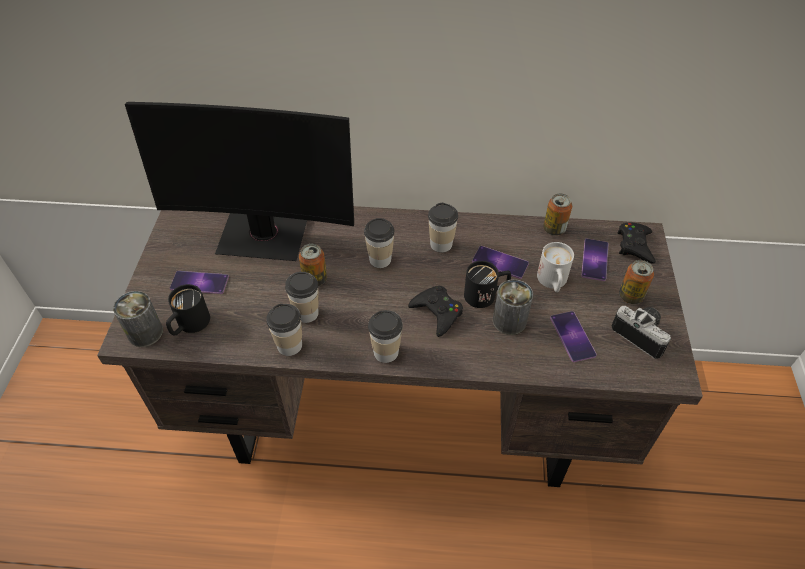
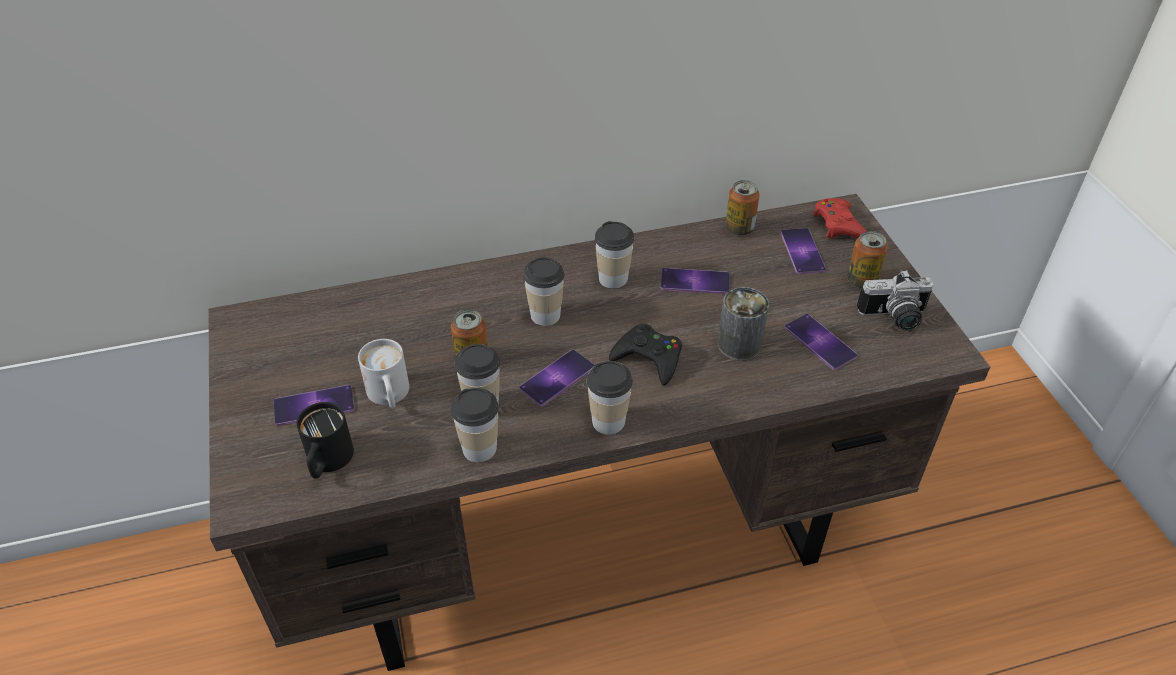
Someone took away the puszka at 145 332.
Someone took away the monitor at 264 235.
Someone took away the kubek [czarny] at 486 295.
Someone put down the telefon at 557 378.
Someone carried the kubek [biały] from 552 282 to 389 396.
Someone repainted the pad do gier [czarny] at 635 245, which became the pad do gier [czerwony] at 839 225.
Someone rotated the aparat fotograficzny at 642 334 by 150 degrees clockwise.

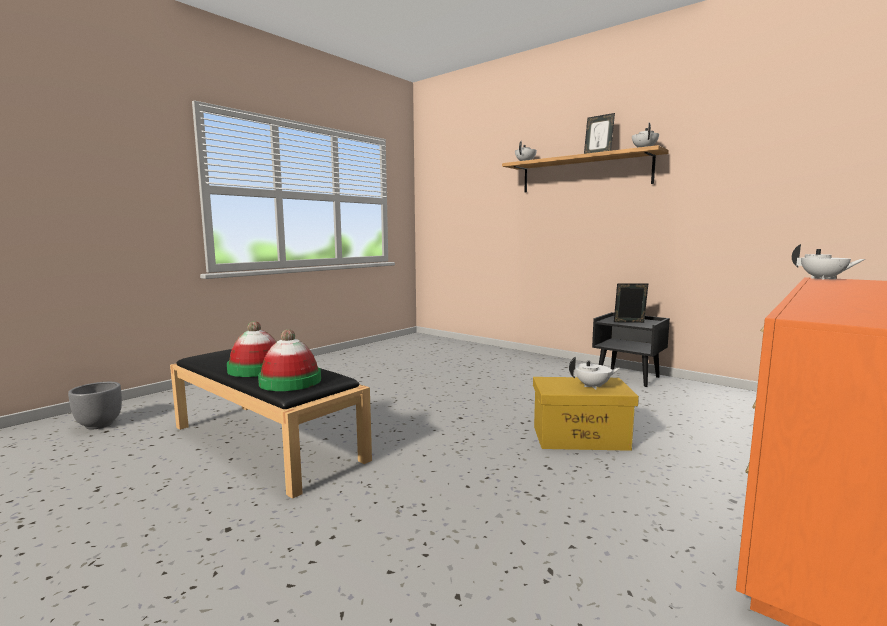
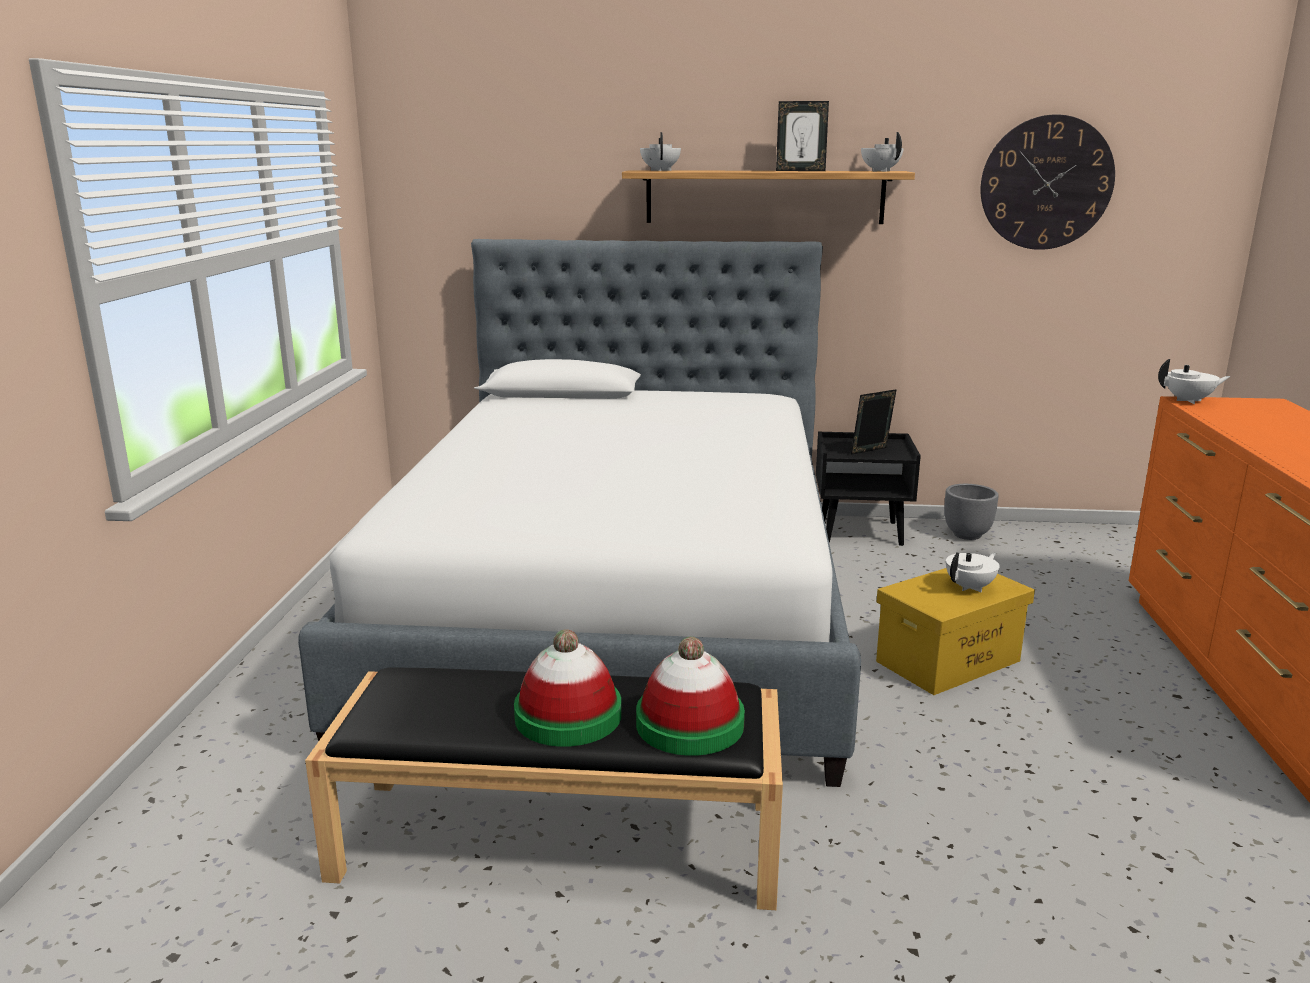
Someone put down the łóżko at 620 610.
Someone put up the zegar ścienny at 1046 183.
Someone carried the donica [szary] from 100 425 to 967 535.

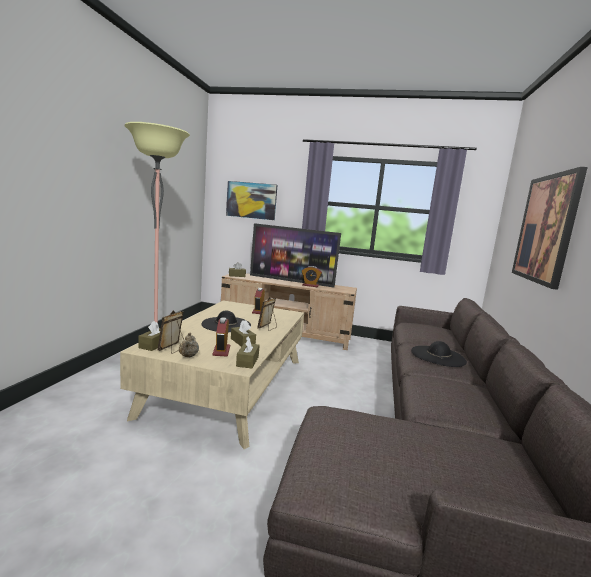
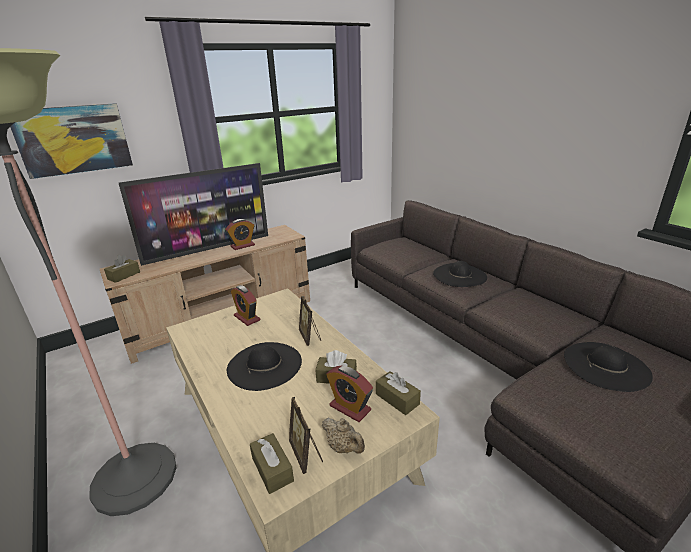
Someone took away the obraz at 546 229.
Someone put down the kapelusz [czarny] at 606 365.

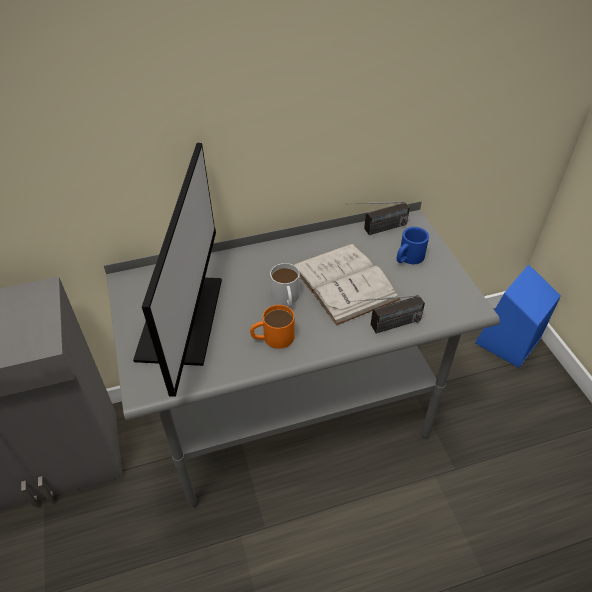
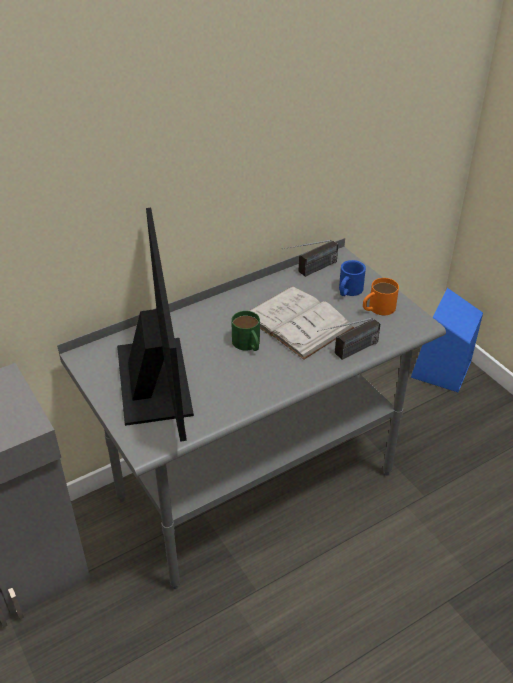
Someone carried the kubek [pomarańczowy] from 272 337 to 377 308.
Someone repainted the kubek [biały] at 286 298, which became the kubek [zielony] at 248 344.

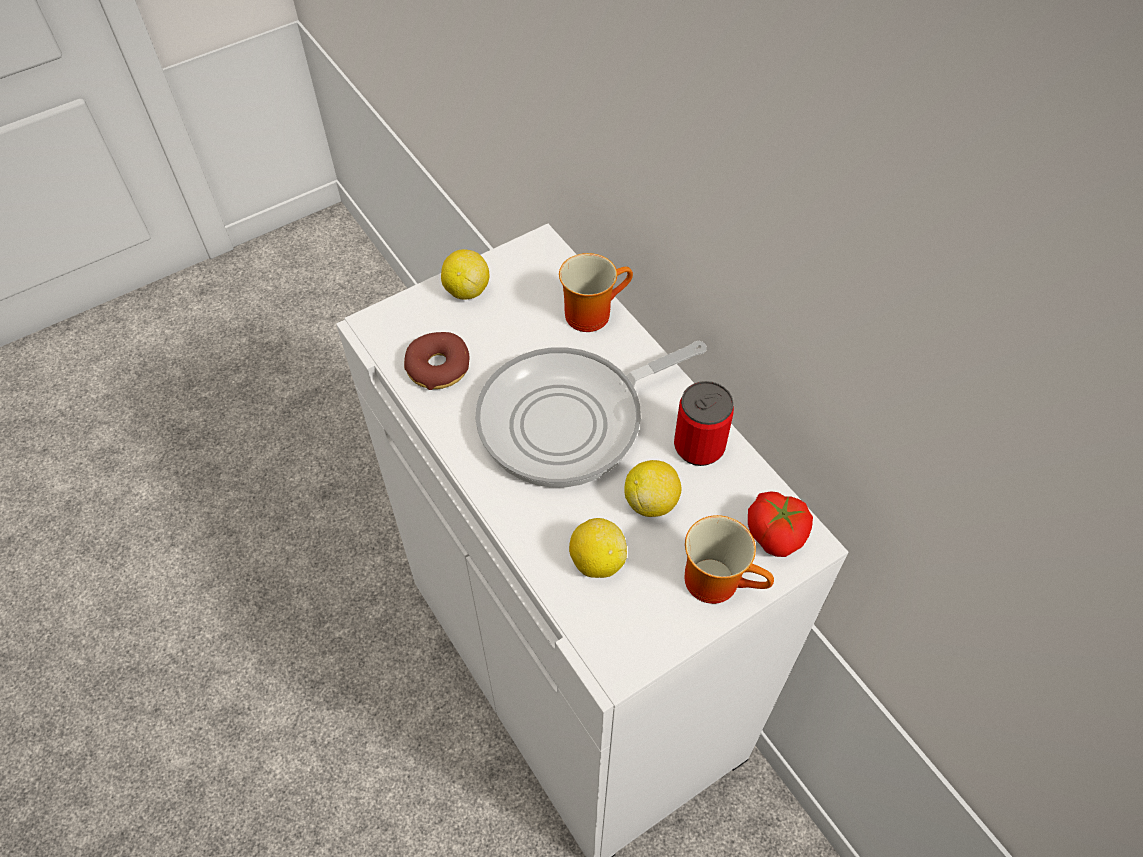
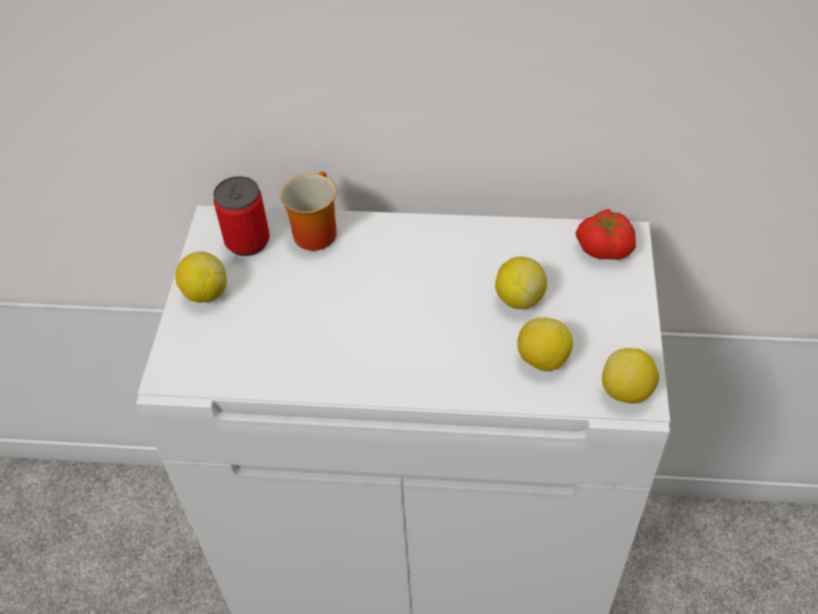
Someone took away the donut at 438 368.
Someone took away the patelnia at 570 420.
Someone took away the kubek at 719 579.
Someone put down the cytryna at 626 391.
Someone carried the puszka from 699 446 to 247 241.

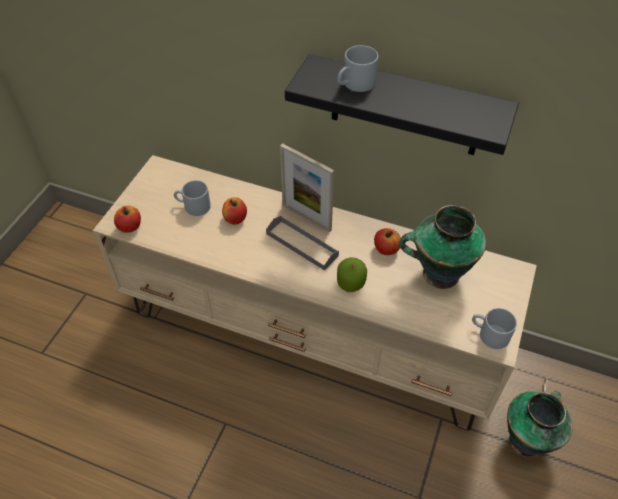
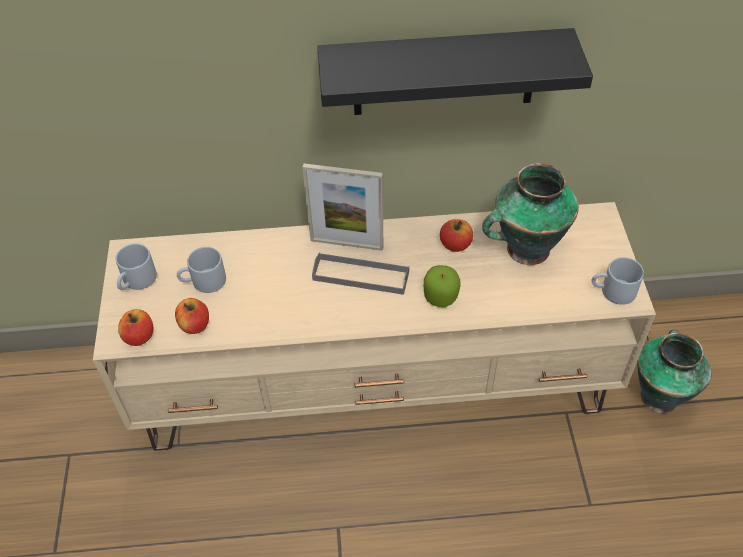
Someone carried the jabłko from 235 218 to 195 325.
Someone carried the kubek [szary] from 355 84 to 137 281.

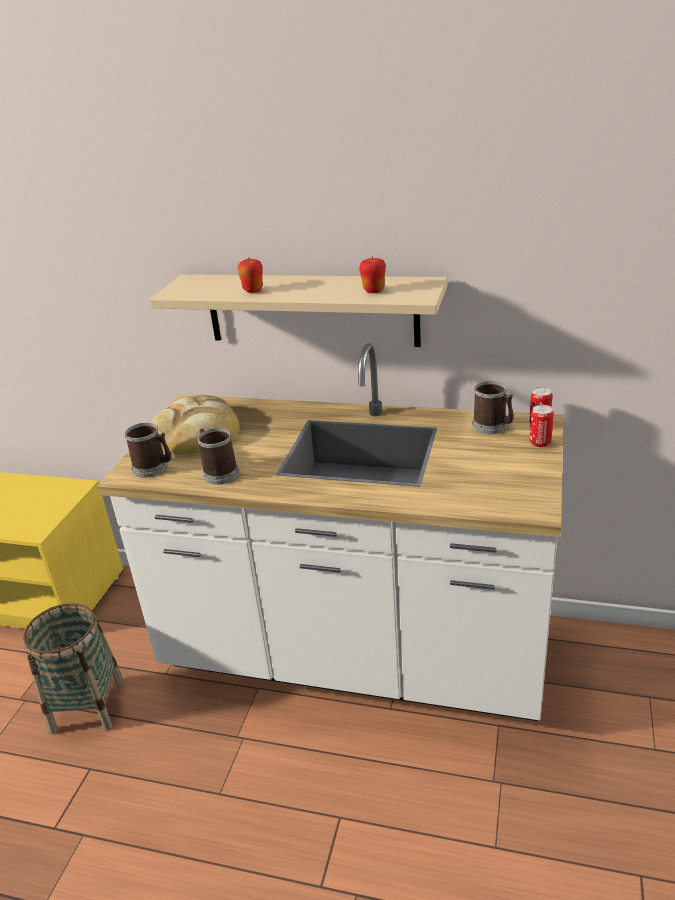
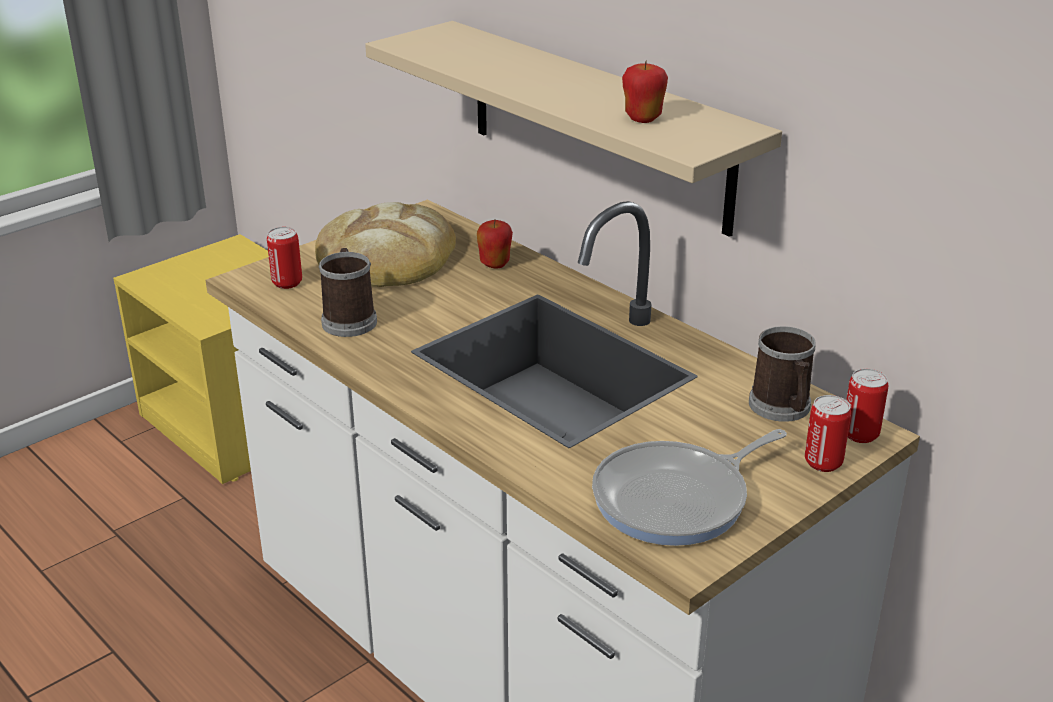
Someone took away the koszyk at 87 707.
Someone put down the patelnia at 677 499.
Someone carried the jabłko from 253 291 to 495 264.
Someone swapped the kubek at 153 468 for the puszka at 287 283.

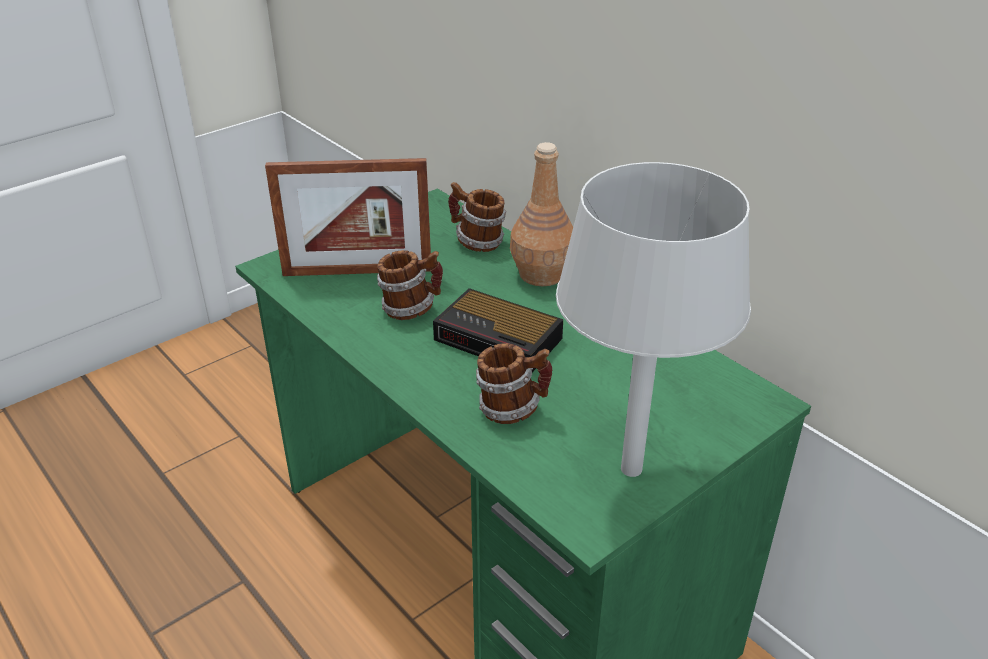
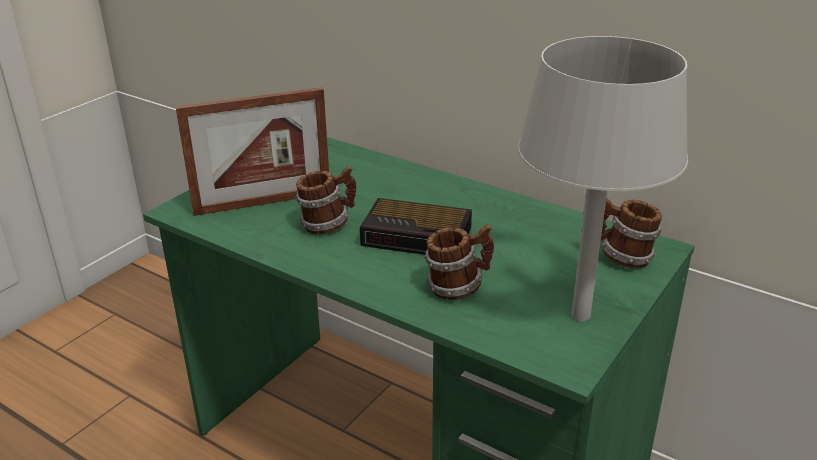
Someone took away the butelka [brązowy] at 541 274.
Someone carried the kubek from 477 242 to 623 258.

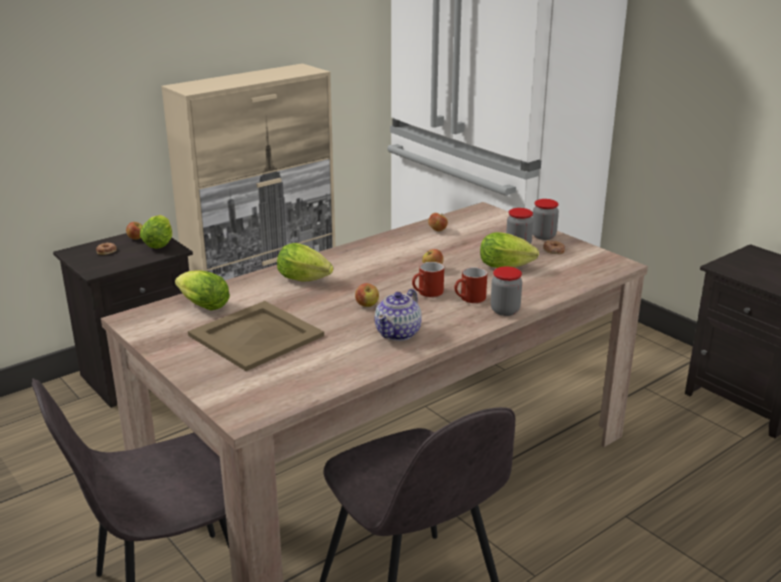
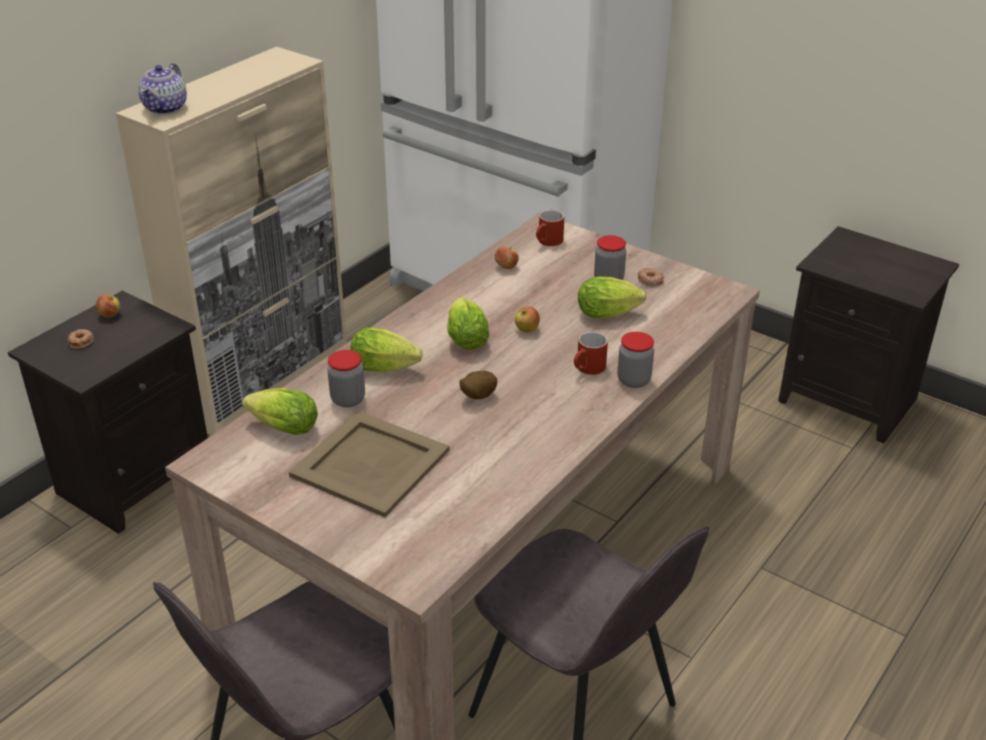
Someone carried the sałata from 160 243 to 465 337.
Someone carried the imbryk from 398 333 to 166 108.
Someone carried the kubek [czerwony] from 427 293 to 548 242.
Someone carried the słoik from 543 236 to 348 399.
Someone swapped the jabłko at 367 305 for the ziemniak at 477 396.

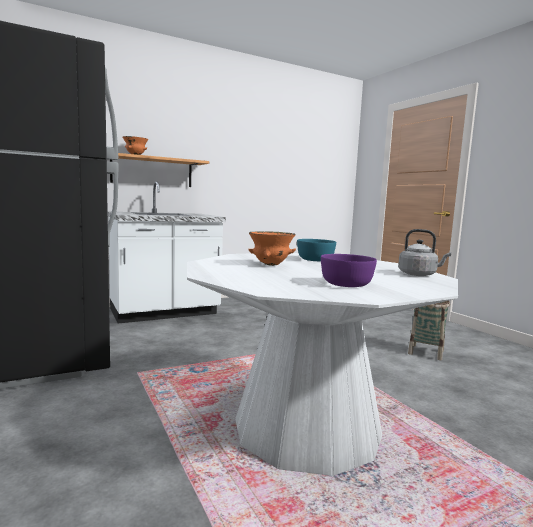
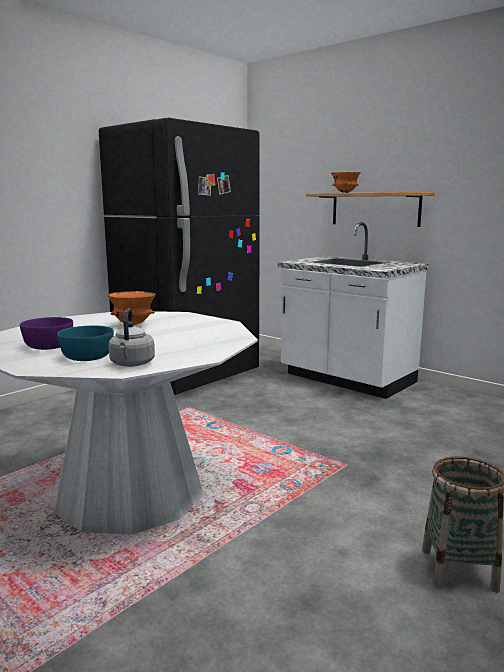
Someone carried the miska [turkusowy] from 315 260 to 87 357.

